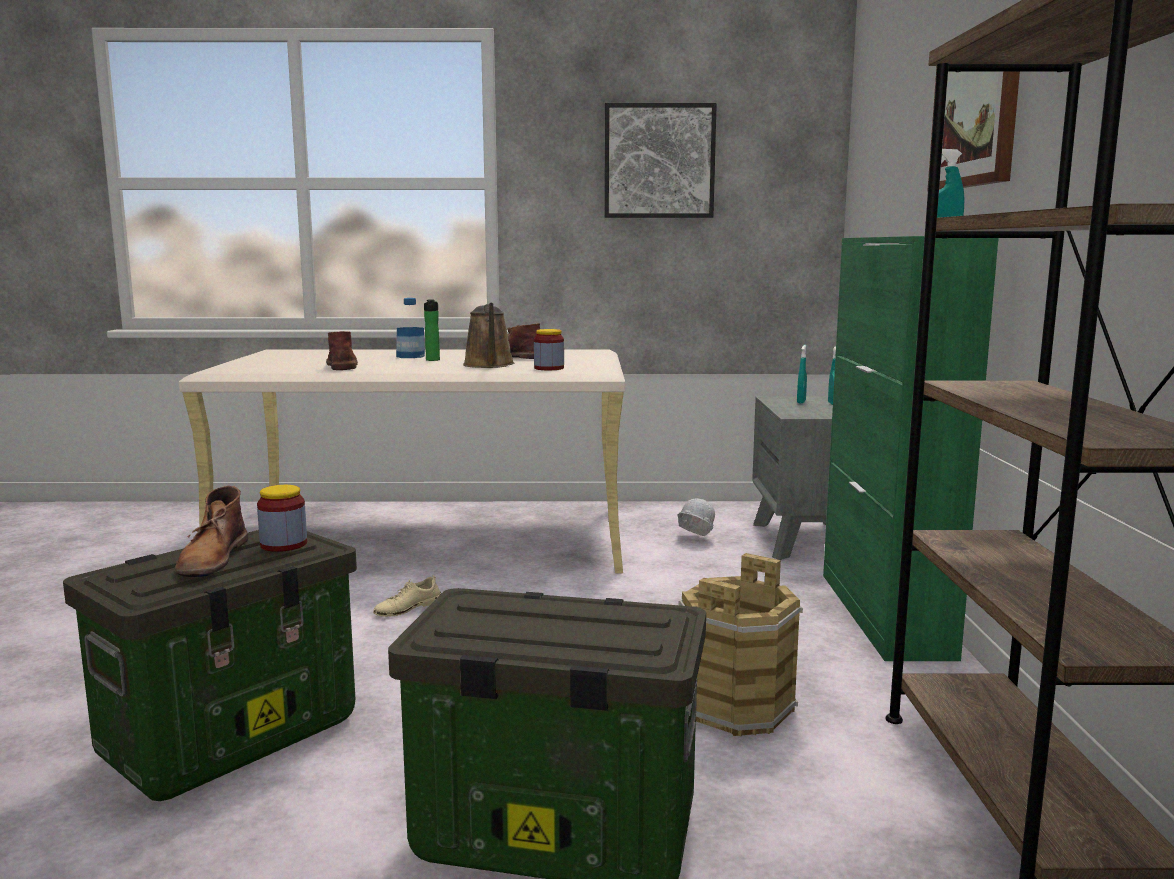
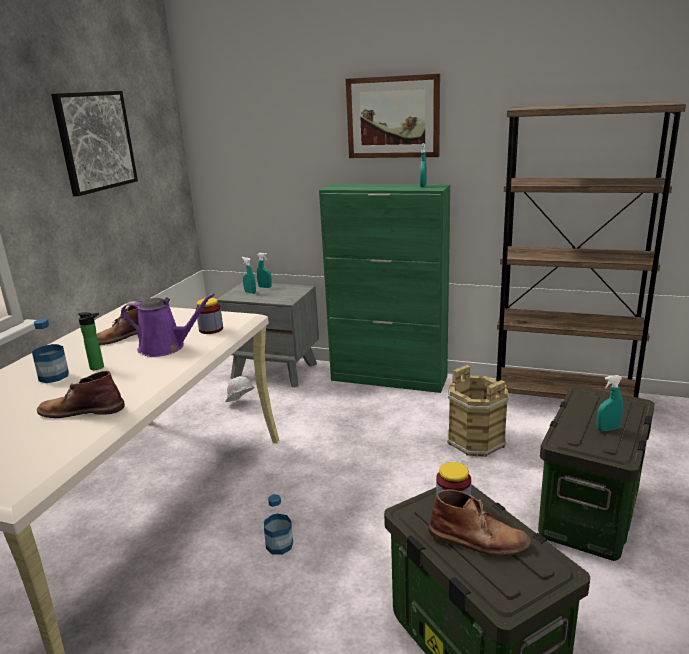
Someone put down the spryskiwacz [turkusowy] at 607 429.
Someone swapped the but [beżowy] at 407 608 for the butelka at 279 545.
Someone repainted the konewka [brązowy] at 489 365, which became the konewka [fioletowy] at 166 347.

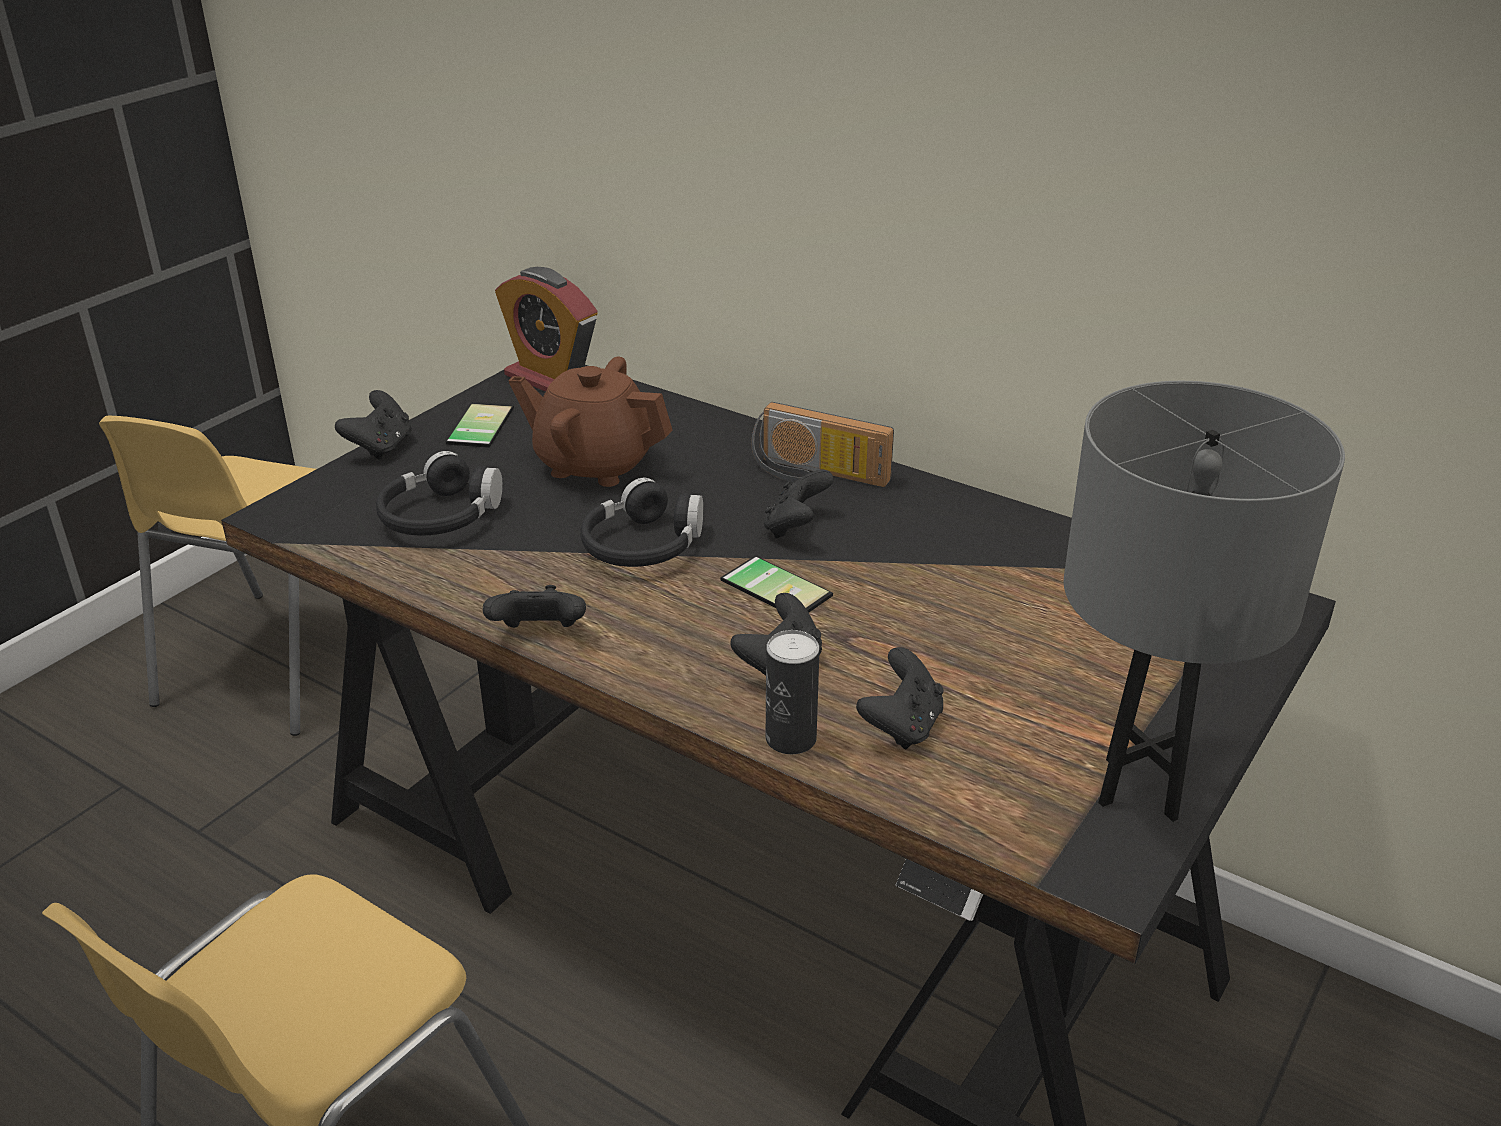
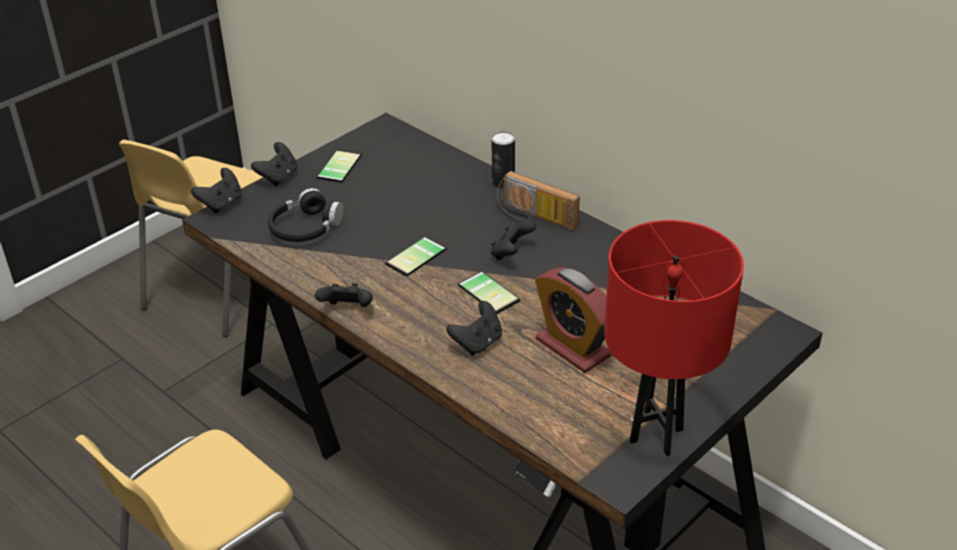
Someone took away the imbryk [brązowy] at 594 464.
Someone carried the budzik from 552 379 to 573 347.
Someone carried the puszka from 791 739 to 503 182.
Someone carried the pad do gier [czarny] from 902 726 to 221 204.
Someone swapped the słuchawki [czarny] at 643 545 for the telefon at 418 258.
Someone repainted the lampa stołowa [szary] at 1141 788, which became the lampa stołowa [czerwony] at 656 435.

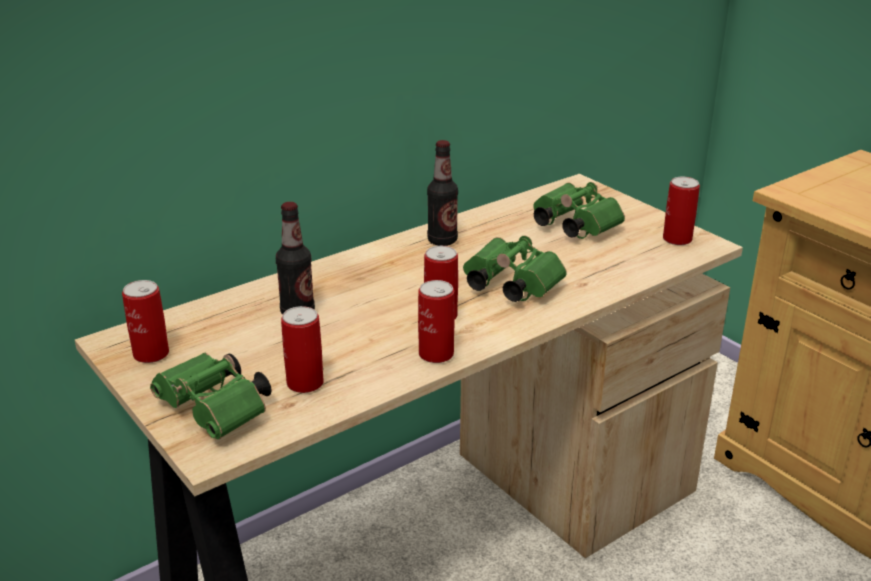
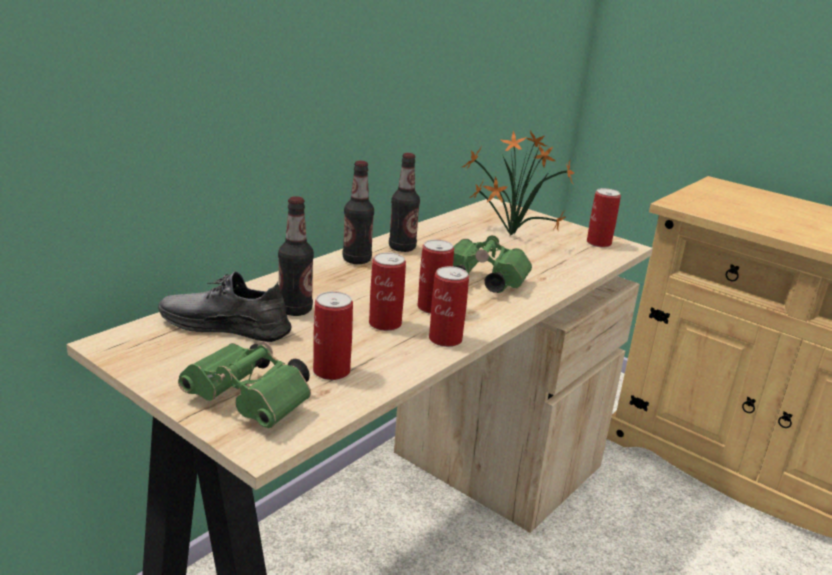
Someone put down the but [szary] at 225 326.
Someone put down the butelka at 357 260.
Someone carried the puszka from 151 354 to 385 324.
Someone swapped the lornetka [zielony] at 572 226 for the roślina doniczkowa at 508 235.

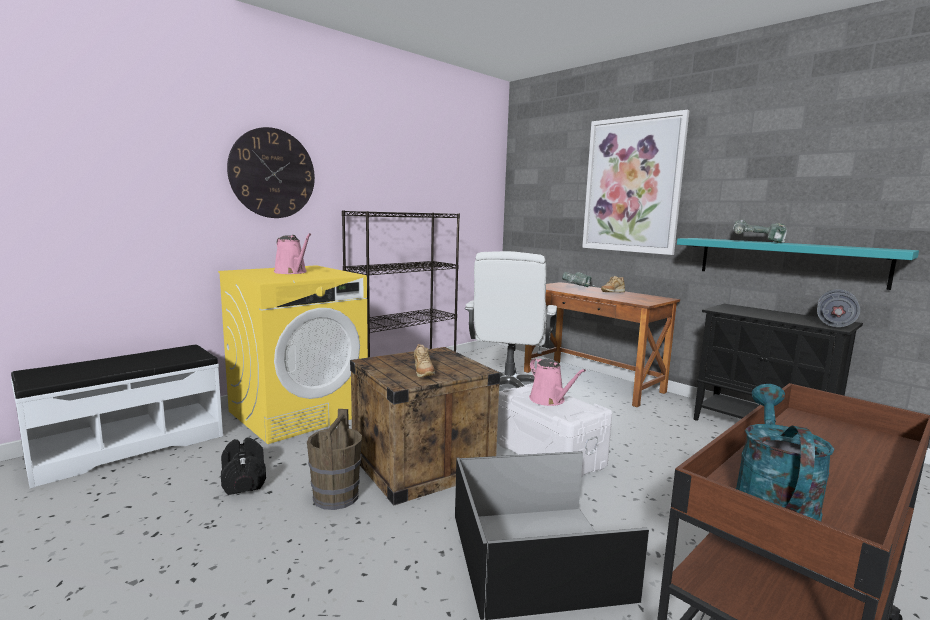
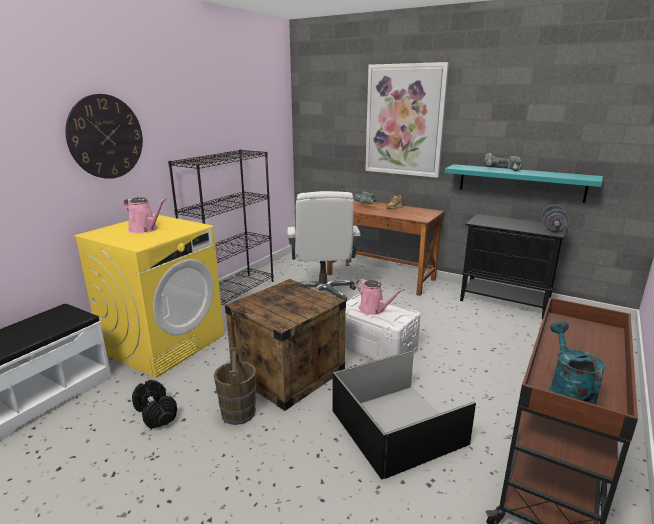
Someone took away the but [beżowy] at 423 374.

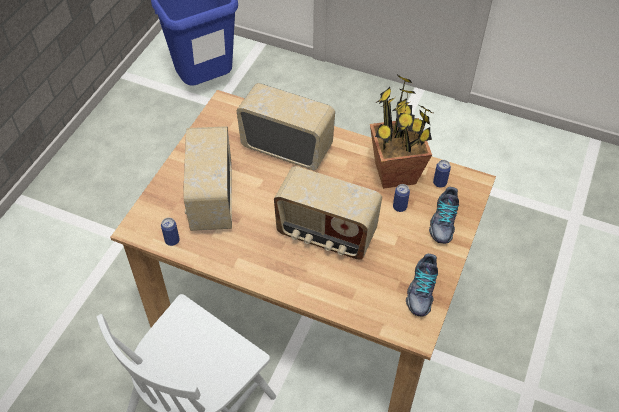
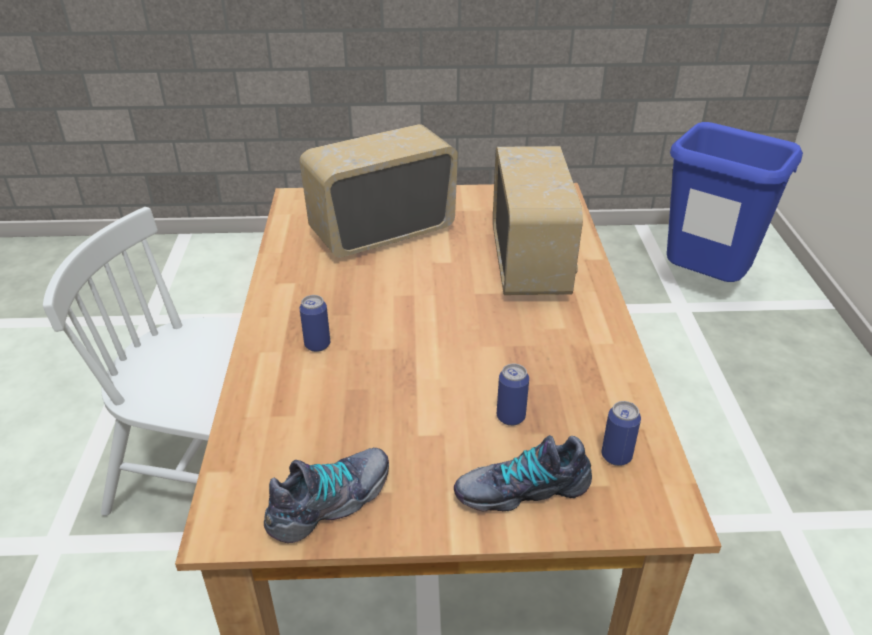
Someone took away the radio at 326 235.
Someone took away the roślina doniczkowa at 396 173.
Someone carried the puszka from 172 240 to 317 345.
Someone rotated the but at 421 290 by 150 degrees clockwise.

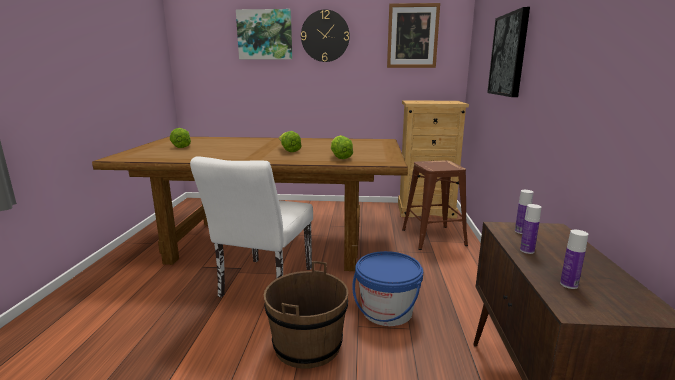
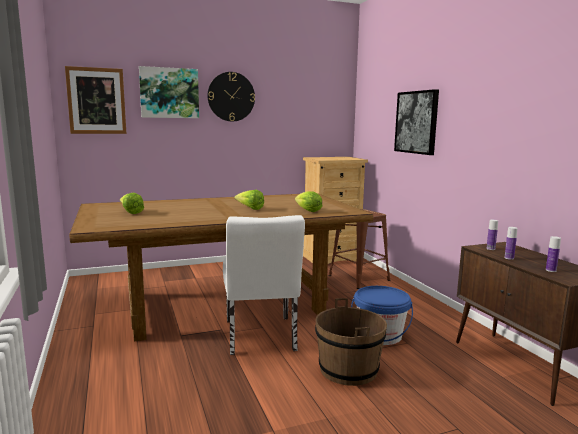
Someone carried the obraz from 412 36 to 96 101.

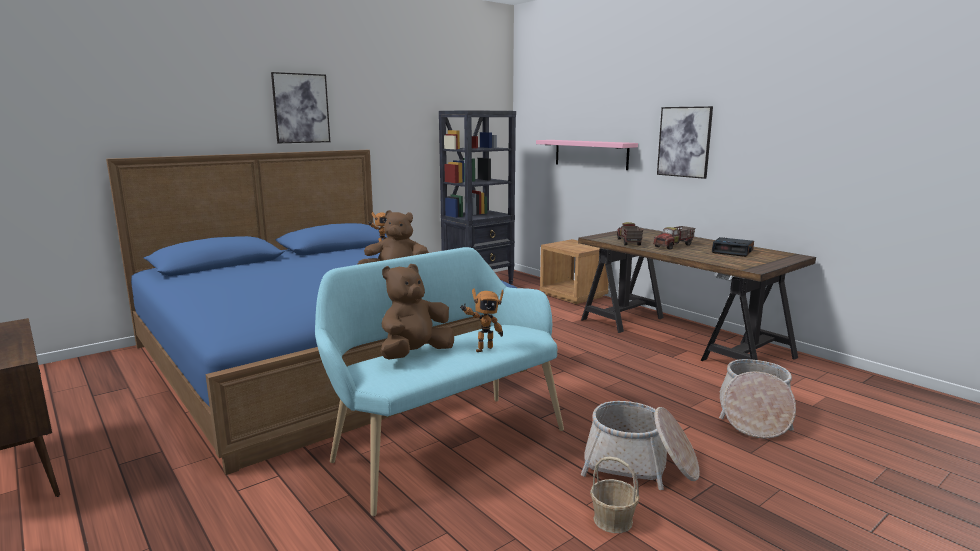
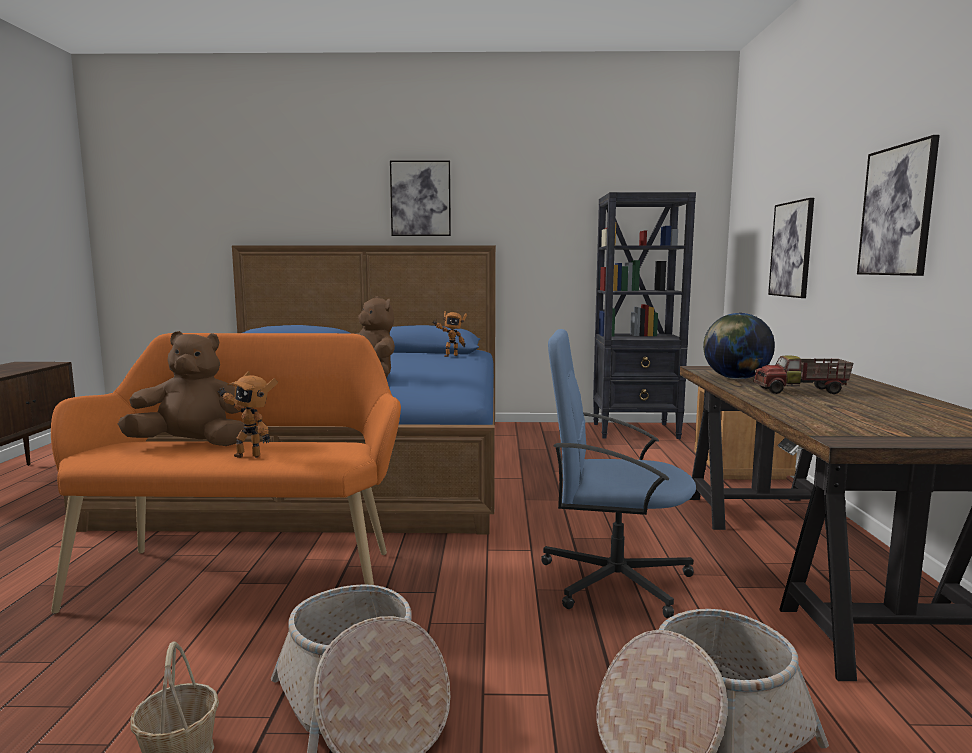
Someone took away the budzik at 733 252.
Someone put down the krzesło biurowe [niebieski] at 612 579.
Someone swapped the półka [różowy] at 590 154 for the obraz at 792 249.
Someone swapped the ciężarówka zabawkowa at 628 242 for the globus at 735 378.
Someone repainted the ławka [turkusowy] at 443 442, which became the ławka [pomarańczowy] at 246 574.

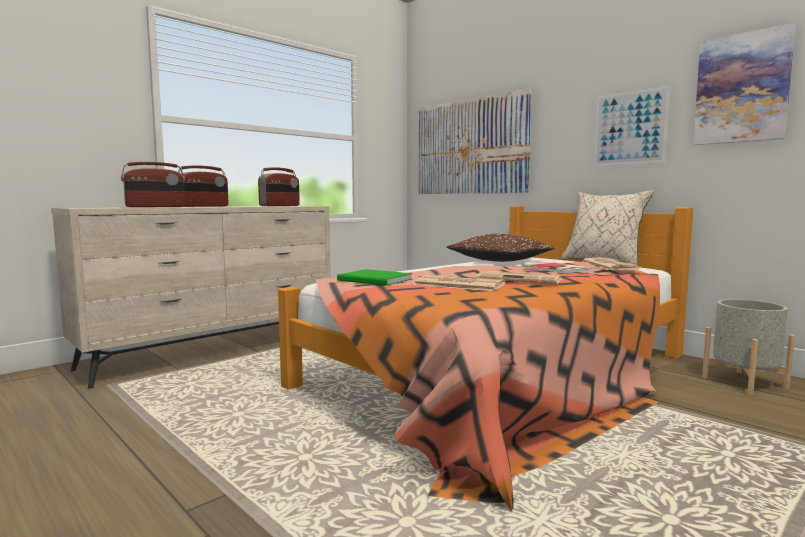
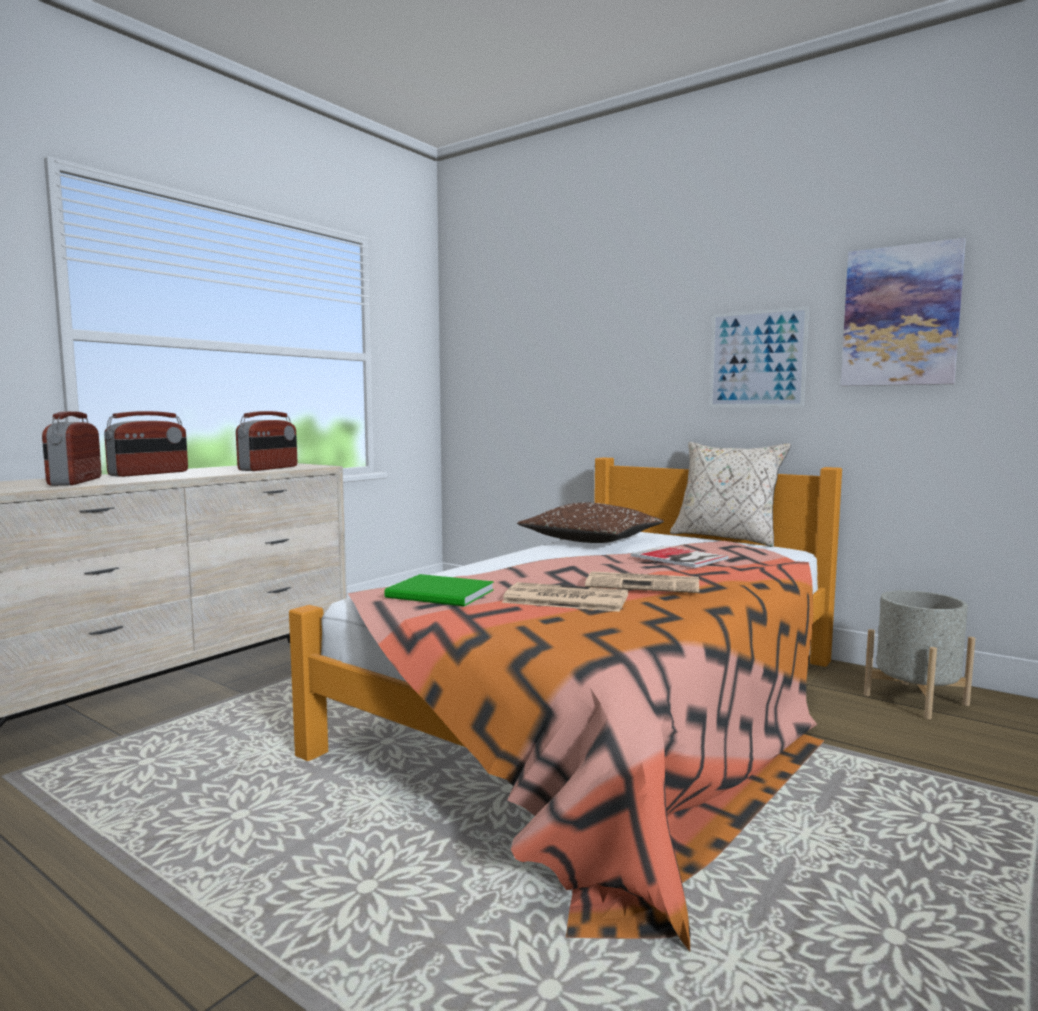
Someone took away the obraz at 470 147.
Someone took away the gazeta at 608 265.
Someone rotated the radio at 155 207 by 120 degrees clockwise.

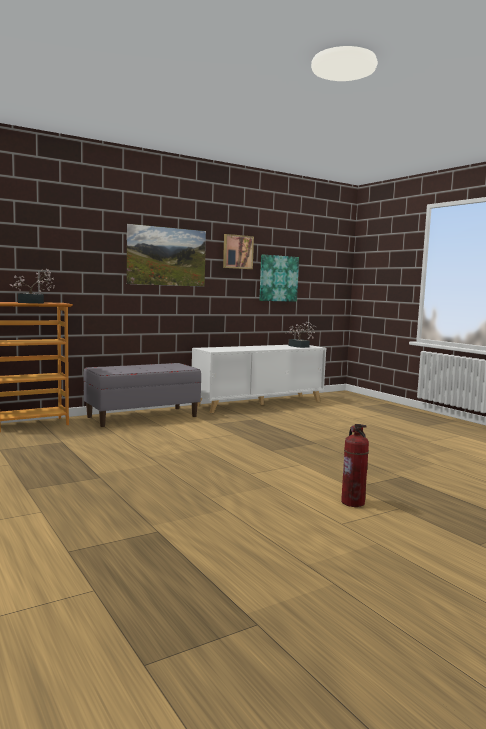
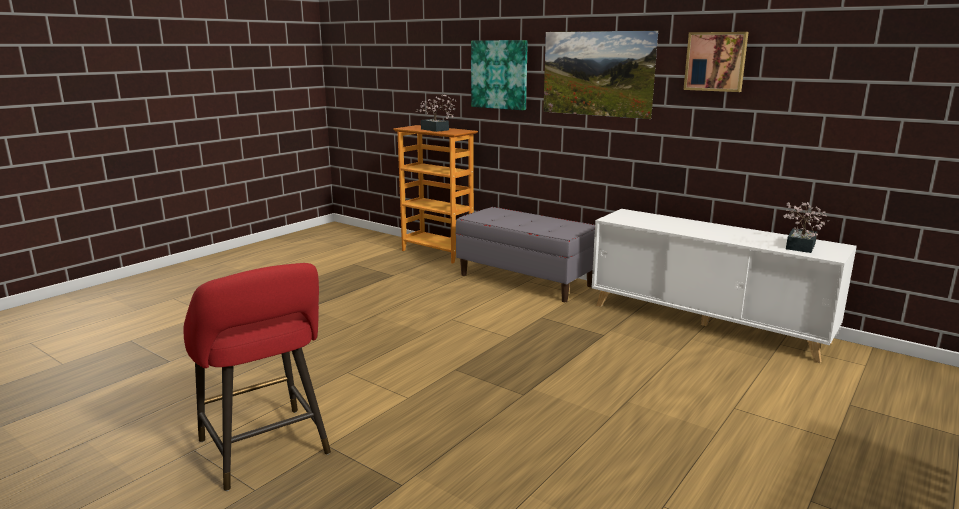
Someone carried the obraz from 278 278 to 499 74.
Someone swapped the gaśnica at 353 502 for the stołek [czerwony] at 266 451.

